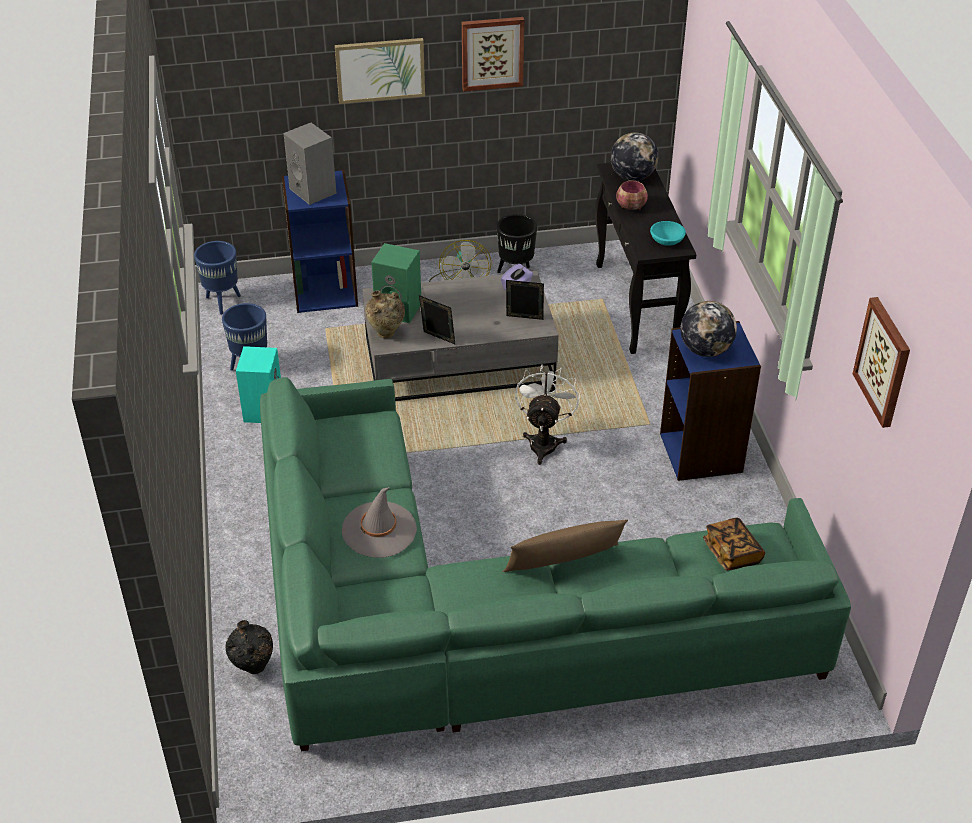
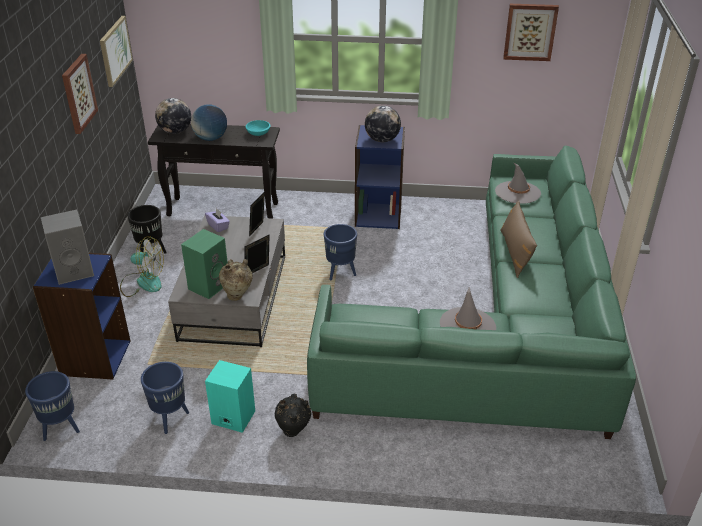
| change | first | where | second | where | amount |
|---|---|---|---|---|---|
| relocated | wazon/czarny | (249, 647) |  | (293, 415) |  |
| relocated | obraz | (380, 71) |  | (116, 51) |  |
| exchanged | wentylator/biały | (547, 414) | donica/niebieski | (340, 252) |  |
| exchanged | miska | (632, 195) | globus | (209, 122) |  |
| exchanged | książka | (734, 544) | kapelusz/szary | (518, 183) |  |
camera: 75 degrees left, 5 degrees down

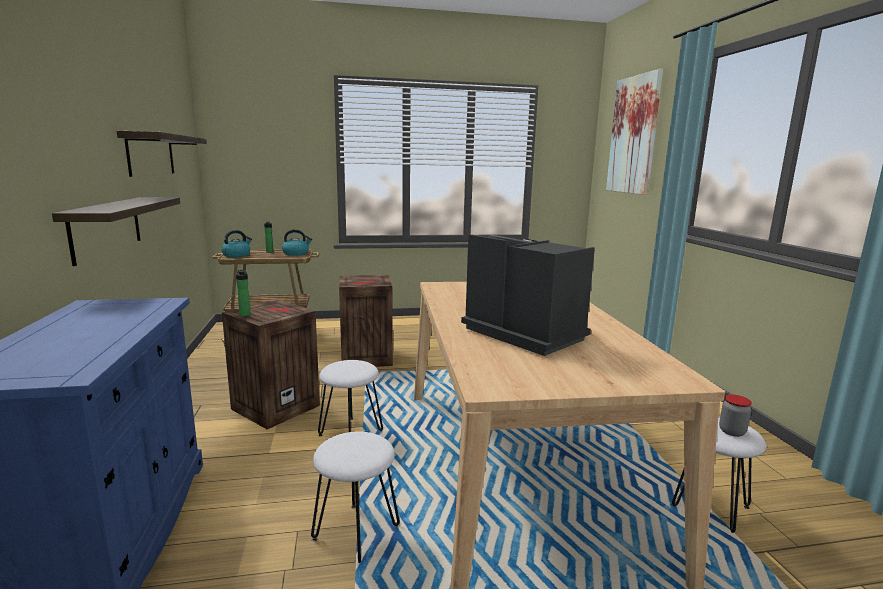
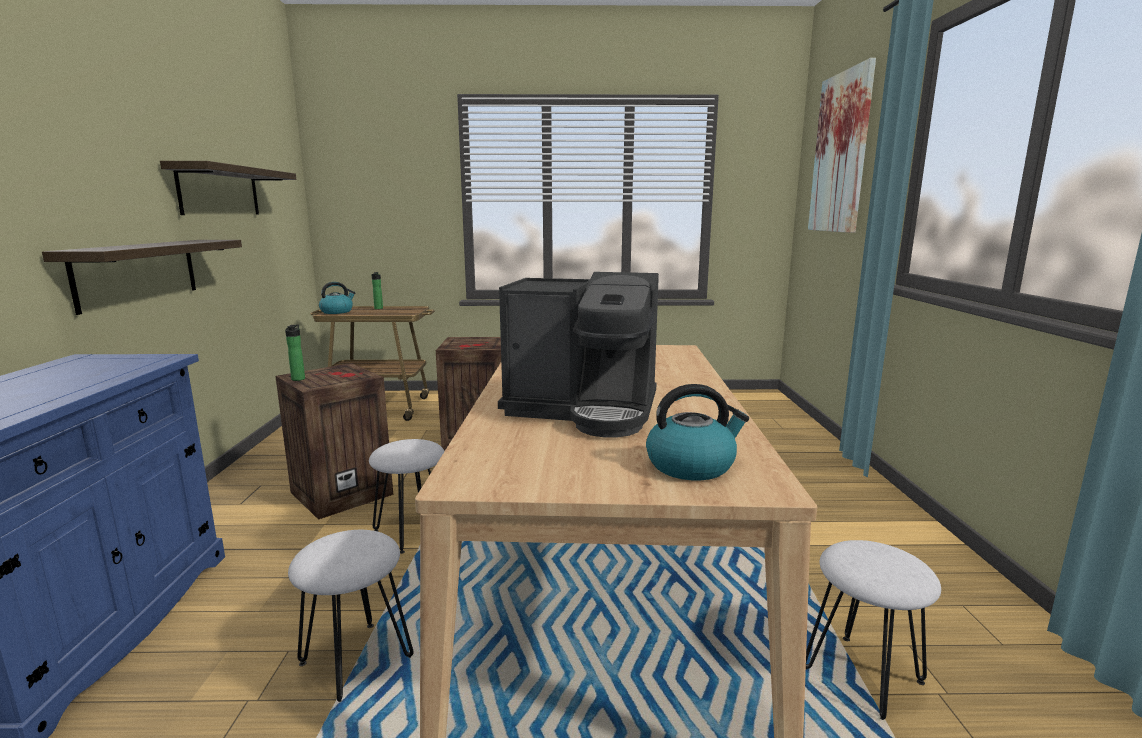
| change | first | where | second | where | amount |
|---|---|---|---|---|---|
| missing | słoik | (735, 415) |  |  |  |
| relocated | czajnik | (297, 242) |  | (697, 432) |  |
| spun | ekspres do kawy | (528, 295) |  | (578, 354) | 135 degrees clockwise |
camera: 10 degrees right, 0 degrees up

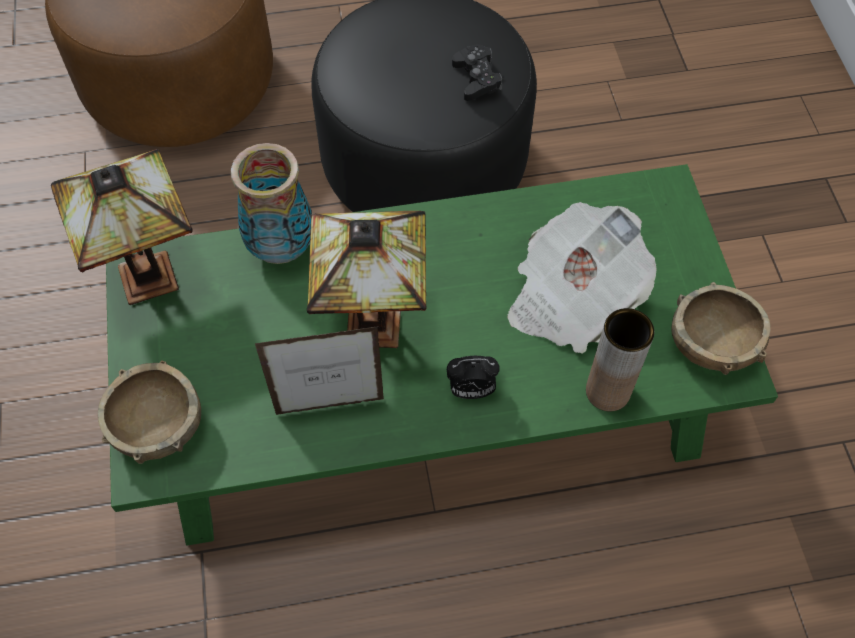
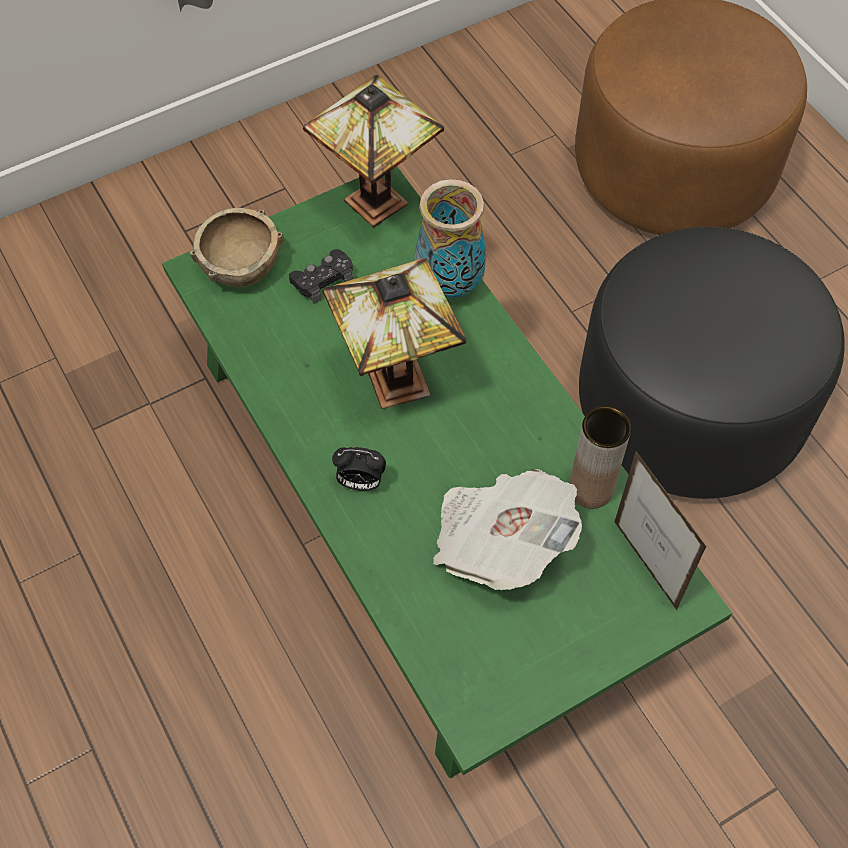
| change | first | where | second | where | amount |
|---|---|---|---|---|---|
| missing | miska/brązowy | (721, 328) |  |  |  |
| relocated | ramka na zdjęcie | (319, 370) |  | (661, 530) |  |
| relocated | pad do gier/czarny | (477, 73) |  | (321, 276) |  |
| relocated | wazon/brązowy | (620, 360) |  | (600, 457) |  |
| spun | budzik | (473, 377) |  | (359, 469) | 60 degrees counterclockwise |
camera: 70 degrees right, 0 degrees up

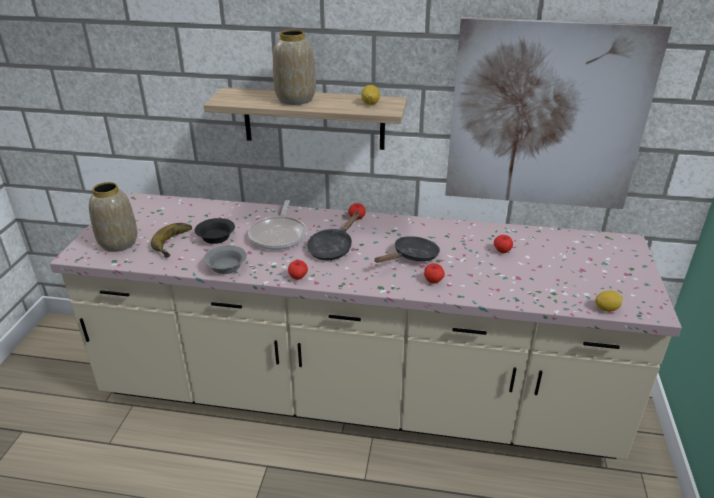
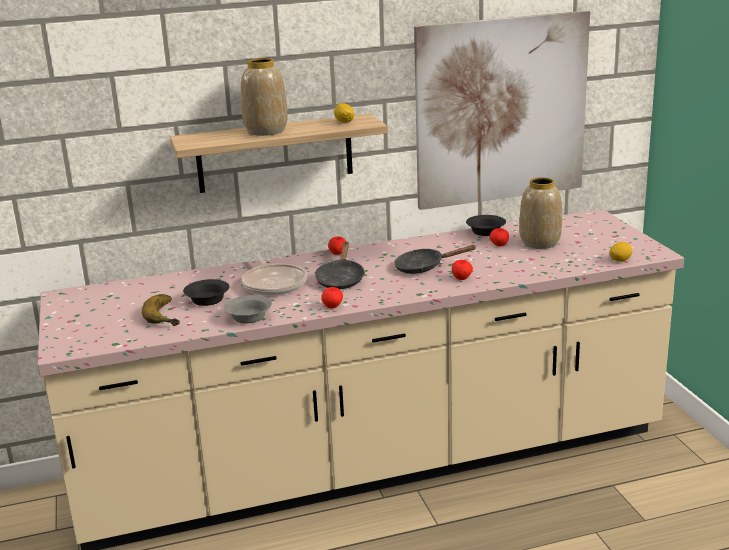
| change | first | where | second | where | amount |
|---|---|---|---|---|---|
| appeared |  |  | miska/czarny | (486, 225) |  |
| relocated | wazon | (113, 217) |  | (540, 213) |  |
| spun | patelnia/czarny | (407, 249) |  | (435, 259) | 120 degrees counterclockwise |
camera: 25 degrees left, 10 degrees down

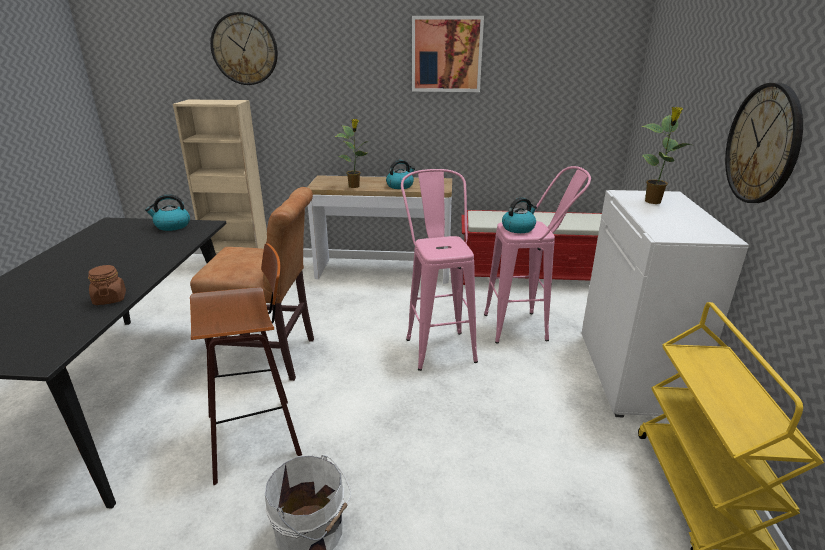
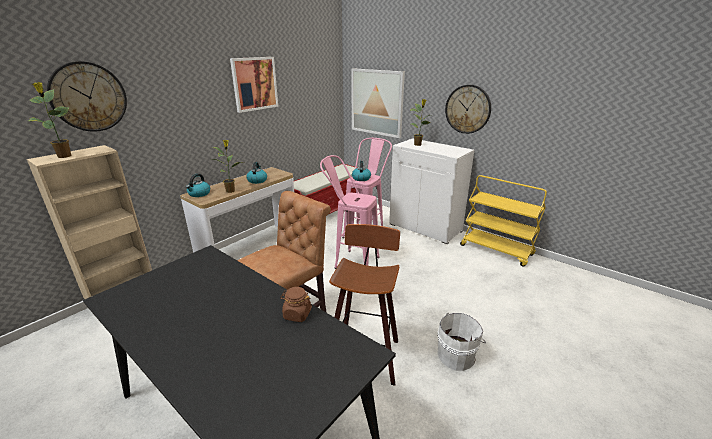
| change | first | where | second | where | amount |
|---|---|---|---|---|---|
| appeared |  |  | roślina doniczkowa | (50, 120) |  |
| appeared |  |  | obraz | (378, 103) |  |
| relocated | czajnik | (167, 212) |  | (198, 185) |  |
camera: 55 degrees left, 0 degrees up

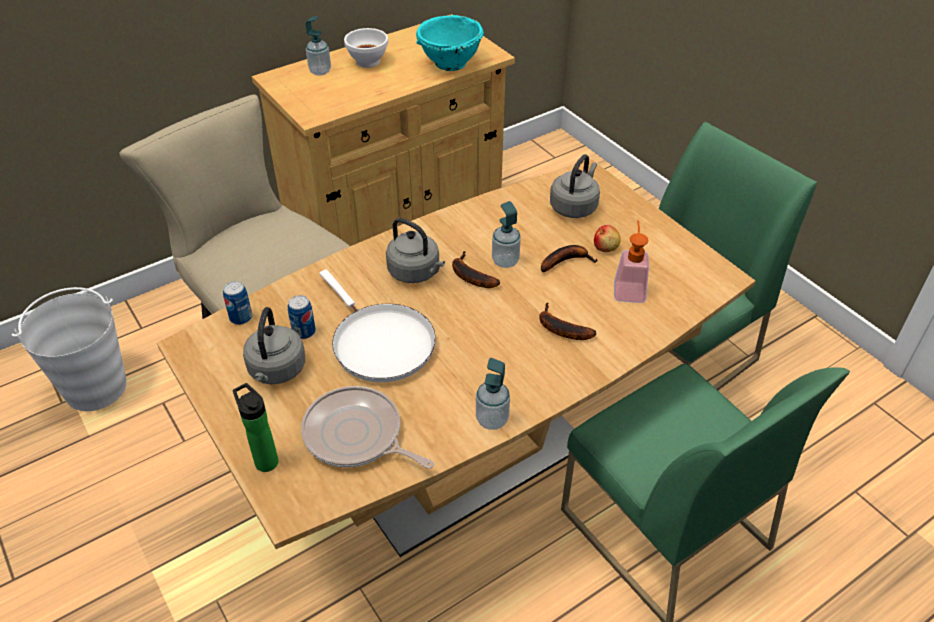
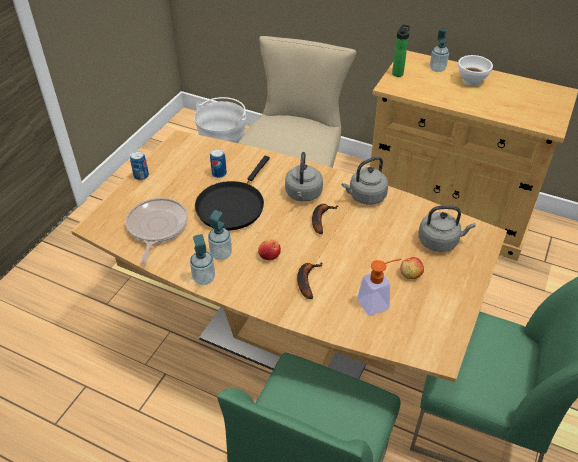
| change | first | where | second | where | amount |
|---|---|---|---|---|---|
| missing | miska/turkusowy | (450, 43) |  |  |  |
| missing | banan | (569, 258) |  |  |  |
| appeared |  |  | jabłko | (269, 249) |  |
| relocated | puszka | (237, 303) |  | (139, 165) |  |
| relocated | butelka | (255, 427) |  | (401, 50) |  |
| relocated | czajnik/szary | (274, 345) |  | (365, 180) |  |
| relocated | dozownik mydła | (506, 234) |  | (220, 235) |  |
| colour | patelnia/biały | (377, 325) | patelnia/czarny | (232, 193) |  |
camera: 60 degrees right, 0 degrees up

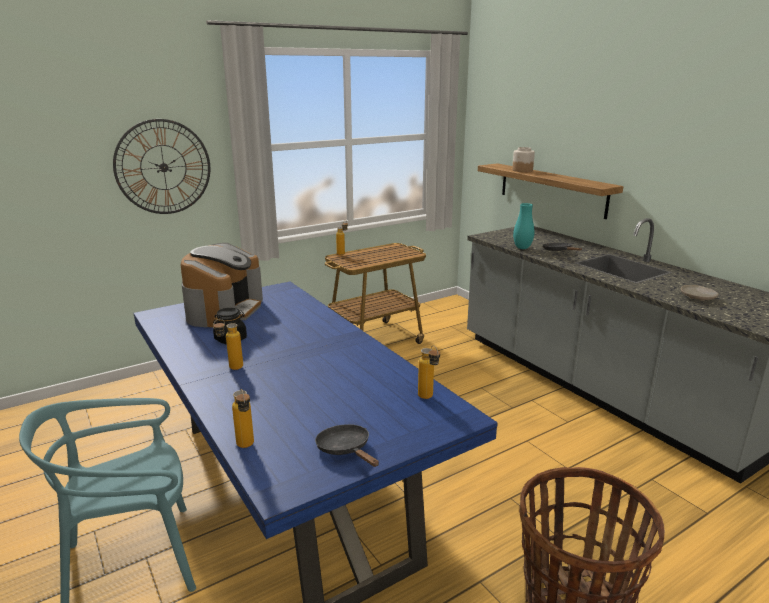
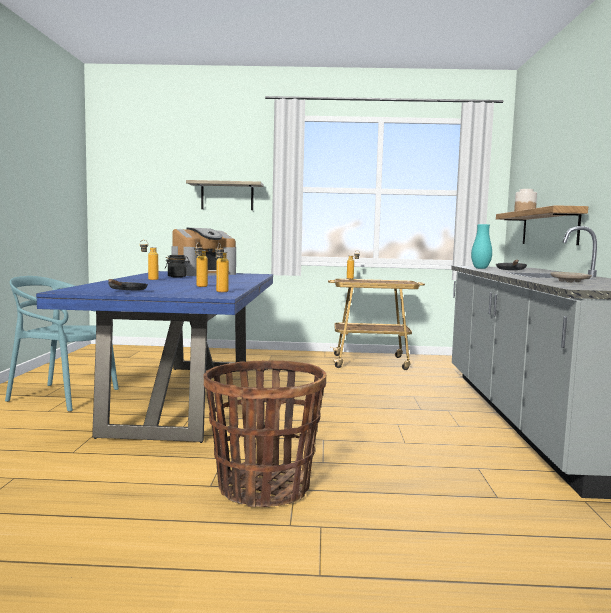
| change | first | where | second | where | amount |
|---|---|---|---|---|---|
| relocated | butelka | (243, 418) |  | (201, 264) |  |
| exchanged | zegar ścienny | (161, 166) | półka | (224, 195) |  |
camera: 35 degrees right, 15 degrees down

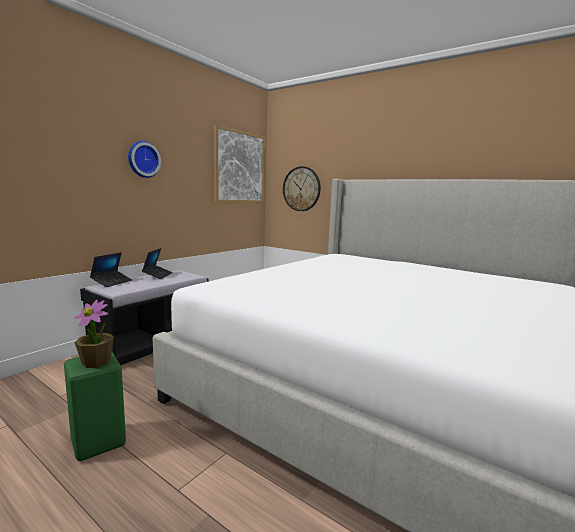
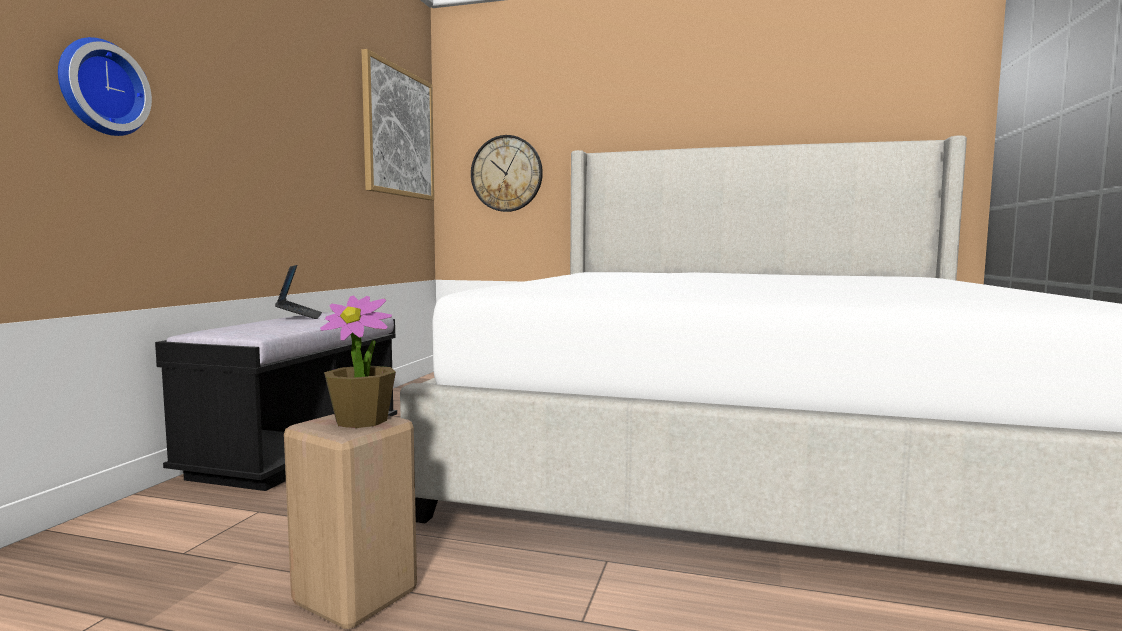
| change | first | where | second | where | amount |
|---|---|---|---|---|---|
| missing | laptop | (111, 269) |  |  |  |
| relocated | zegar ścienny | (144, 159) |  | (105, 86) |  |
| colour | stołek/zielony | (95, 406) | stołek/beżowy | (350, 521) |  |
camera: 20 degrees left, 5 degrees down

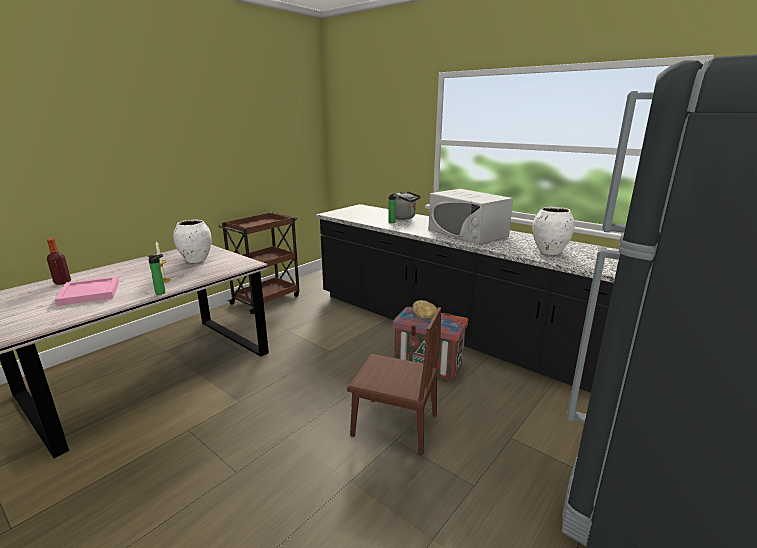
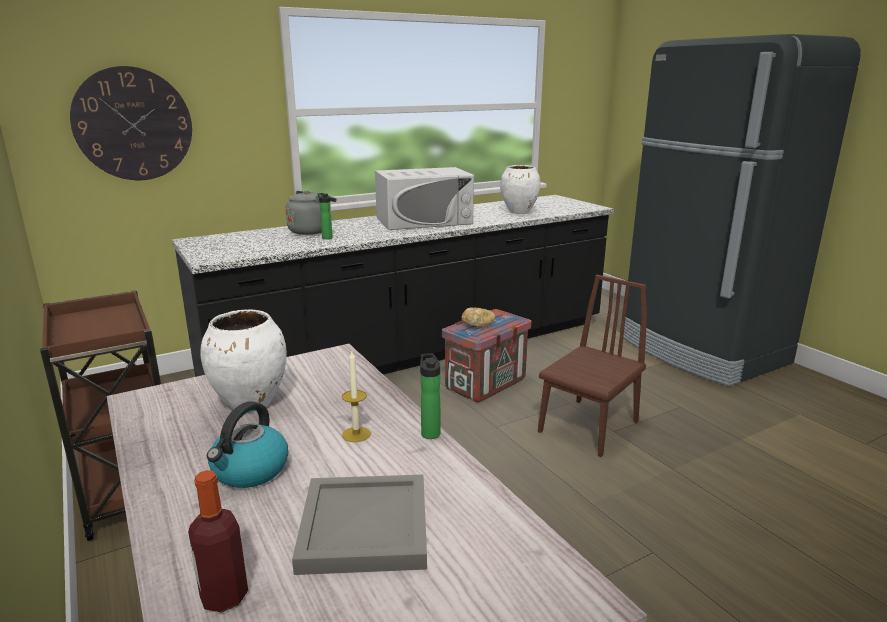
| change | first | where | second | where | amount |
|---|---|---|---|---|---|
| appeared |  |  | zegar ścienny | (131, 123) |  |
| appeared |  |  | czajnik | (247, 444) |  |
| colour | taca/różowy | (86, 291) | taca/szary | (359, 525) |  |
camera: 70 degrees left, 0 degrees up

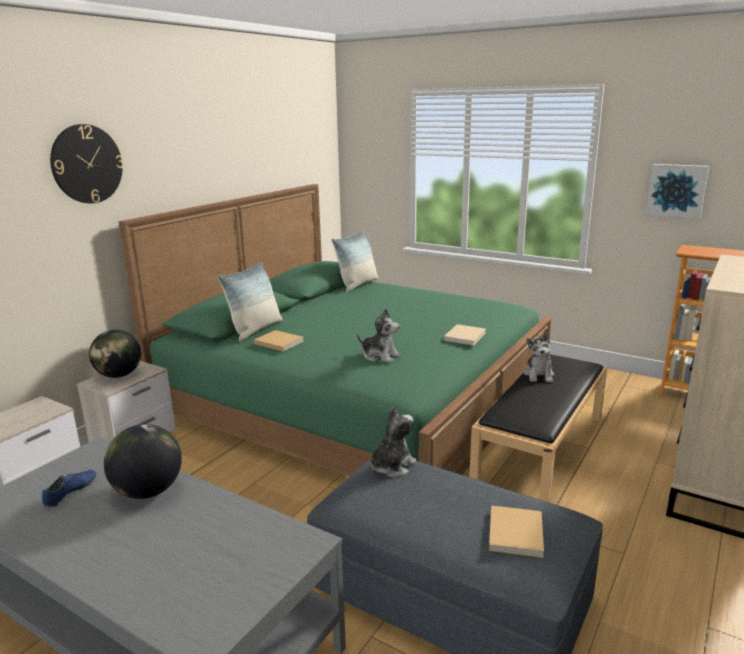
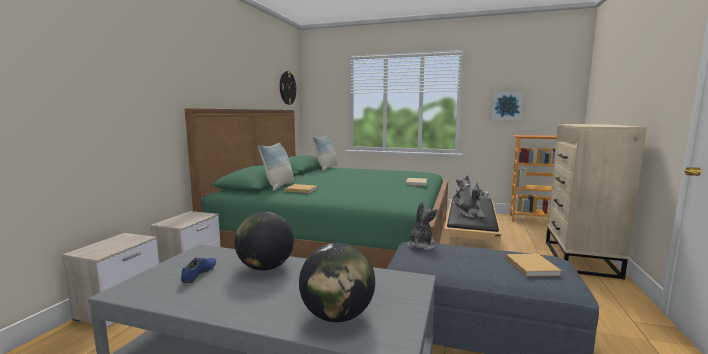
| change | first | where | second | where | amount |
|---|---|---|---|---|---|
| relocated | zegar ścienny | (87, 164) |  | (288, 88) |  |
| relocated | globus | (115, 354) |  | (337, 282) |  |
| relocated | pluszak | (379, 336) |  | (472, 200) |  |
camera: 15 degrees left, 10 degrees down

